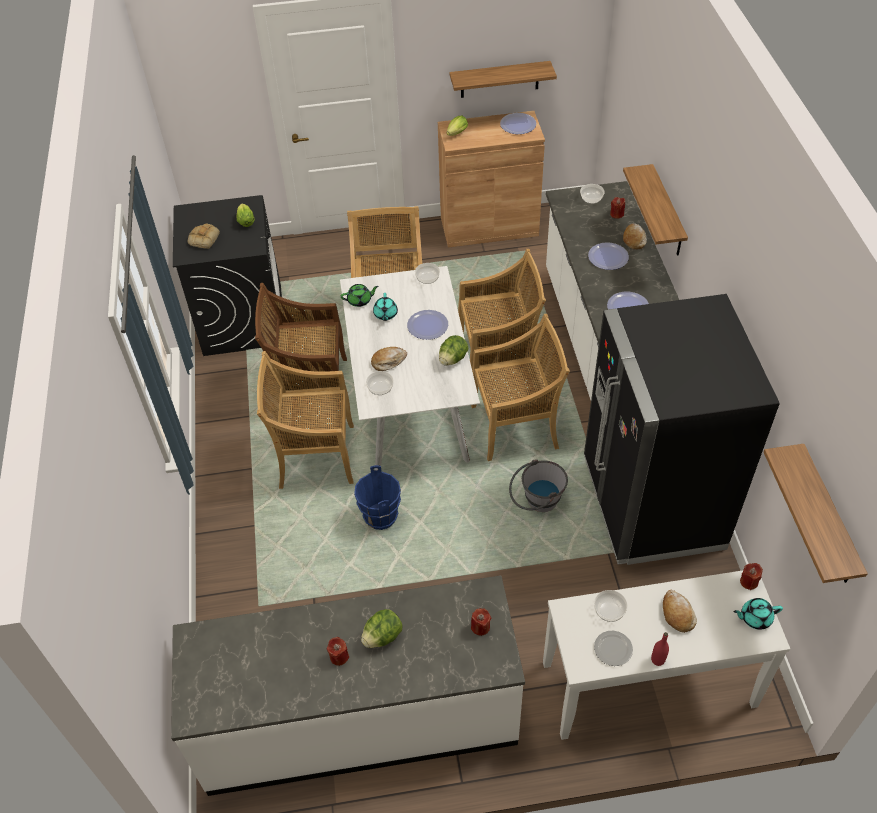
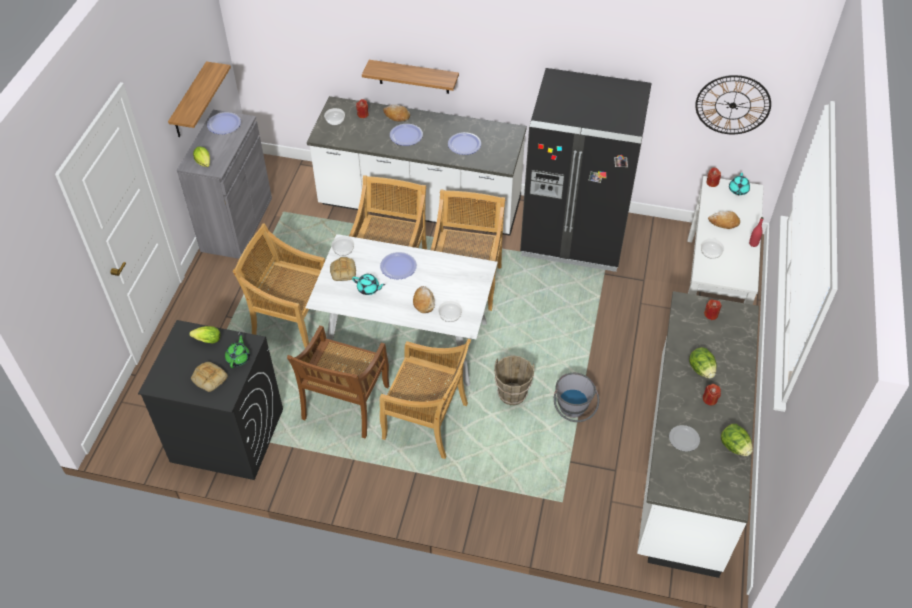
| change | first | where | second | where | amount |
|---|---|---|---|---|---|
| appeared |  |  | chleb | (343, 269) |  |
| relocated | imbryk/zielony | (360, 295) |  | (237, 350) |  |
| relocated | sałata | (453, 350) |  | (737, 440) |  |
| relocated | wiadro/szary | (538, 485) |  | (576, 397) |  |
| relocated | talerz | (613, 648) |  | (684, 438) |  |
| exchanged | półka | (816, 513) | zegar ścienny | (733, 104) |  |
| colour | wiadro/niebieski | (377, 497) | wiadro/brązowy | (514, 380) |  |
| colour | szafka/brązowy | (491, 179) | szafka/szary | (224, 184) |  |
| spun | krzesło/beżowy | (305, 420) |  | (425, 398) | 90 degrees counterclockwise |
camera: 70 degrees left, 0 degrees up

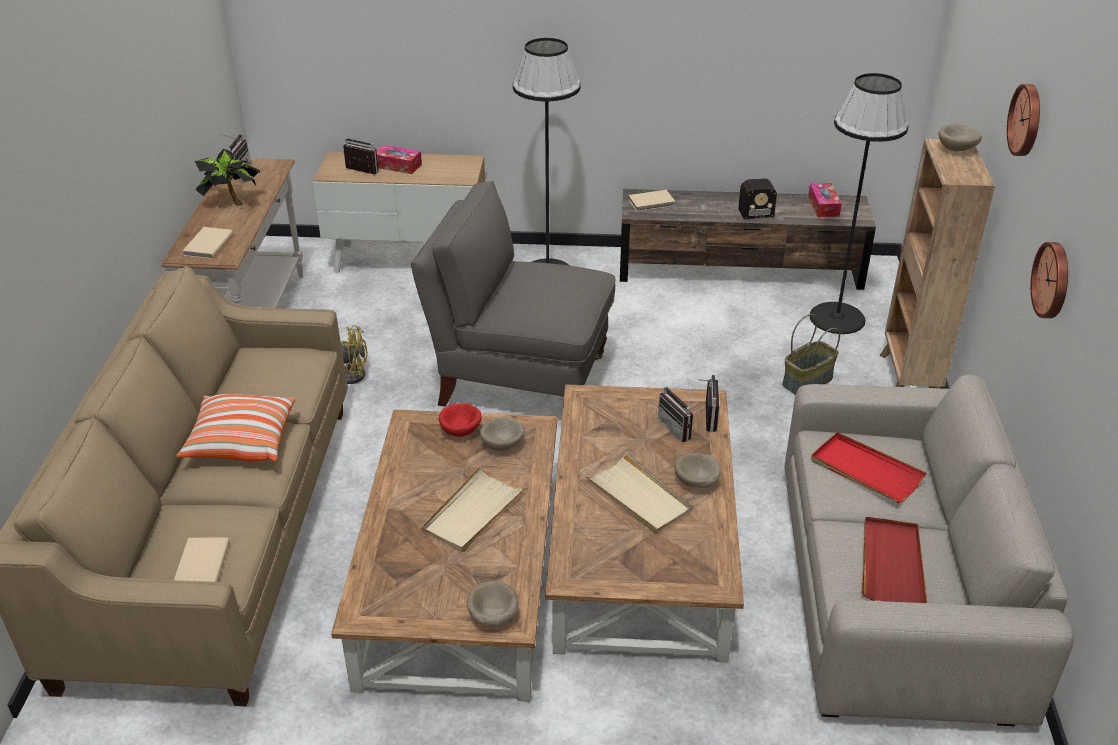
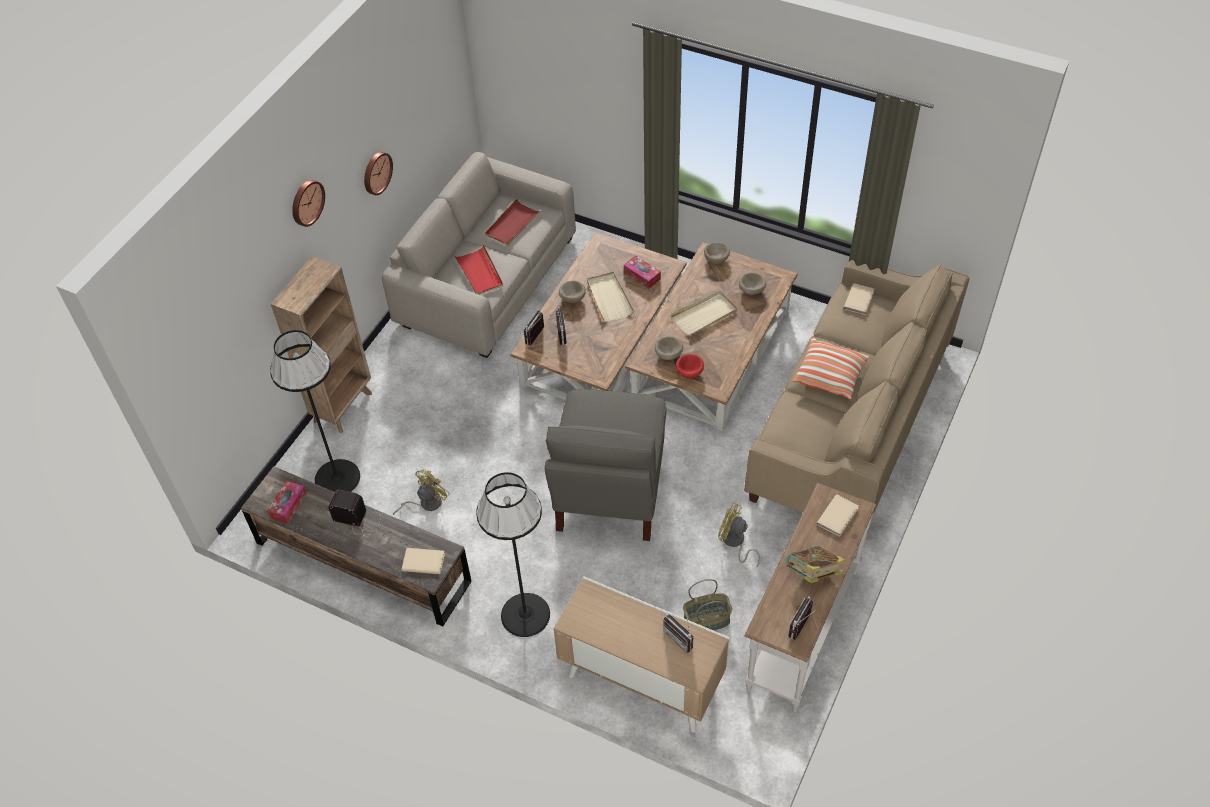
| change | first | where | second | where | amount |
|---|---|---|---|---|---|
| appeared |  |  | wentylator/żółty | (421, 492) |  |
| relocated | pudełko chusteczek | (399, 159) |  | (642, 272) |  |
| relocated | koszyk | (811, 354) |  | (707, 604) |  |
| relocated | miska/beżowy | (960, 137) |  | (752, 283) |  |
| exchanged | roślina doniczkowa | (227, 177) | książka | (815, 564) |  |
| spun | fotel/szary | (513, 294) |  | (605, 465) | 60 degrees clockwise |
camera: 155 degrees left, 15 degrees up

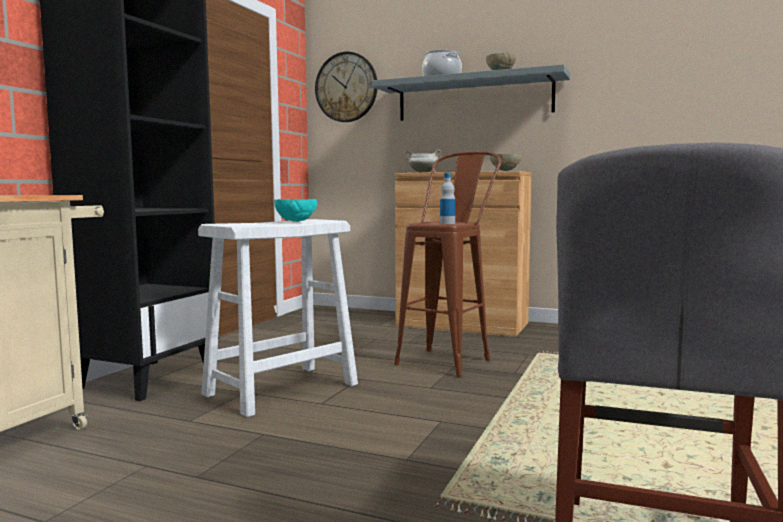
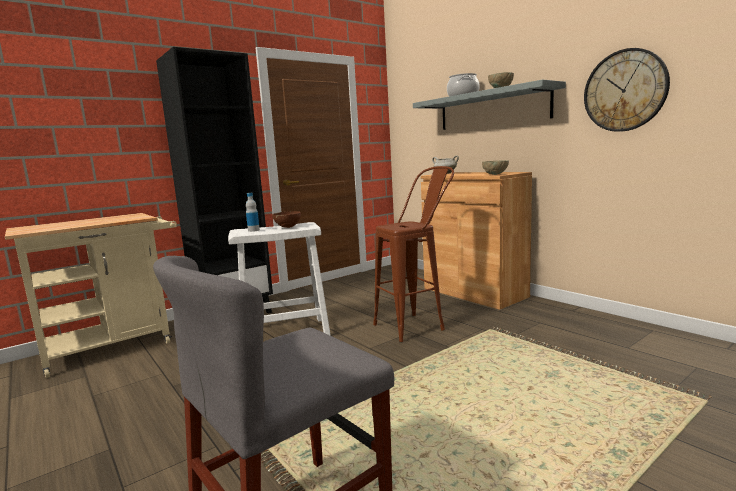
| change | first | where | second | where | amount |
|---|---|---|---|---|---|
| relocated | zegar ścienny | (346, 87) |  | (627, 90) |  |
| relocated | butelka | (447, 198) |  | (253, 212) |  |
| colour | miska/turkusowy | (295, 210) | miska/brązowy | (286, 219) |  |
camera: 30 degrees right, 5 degrees up

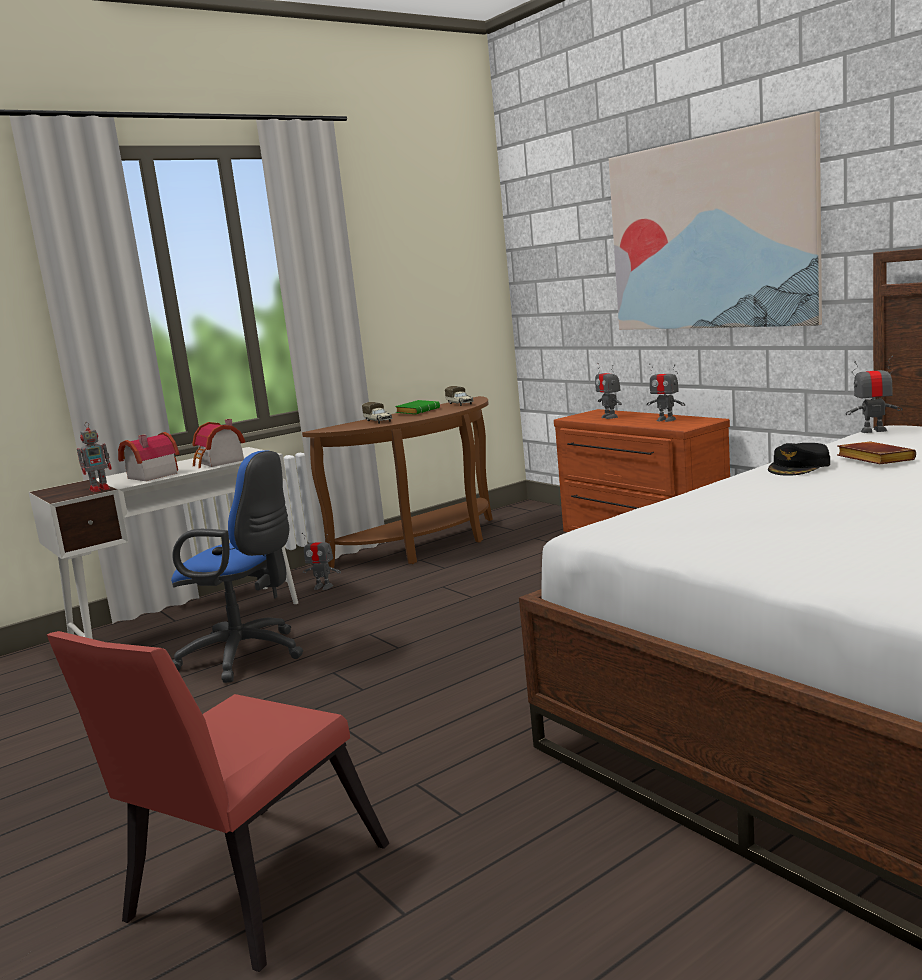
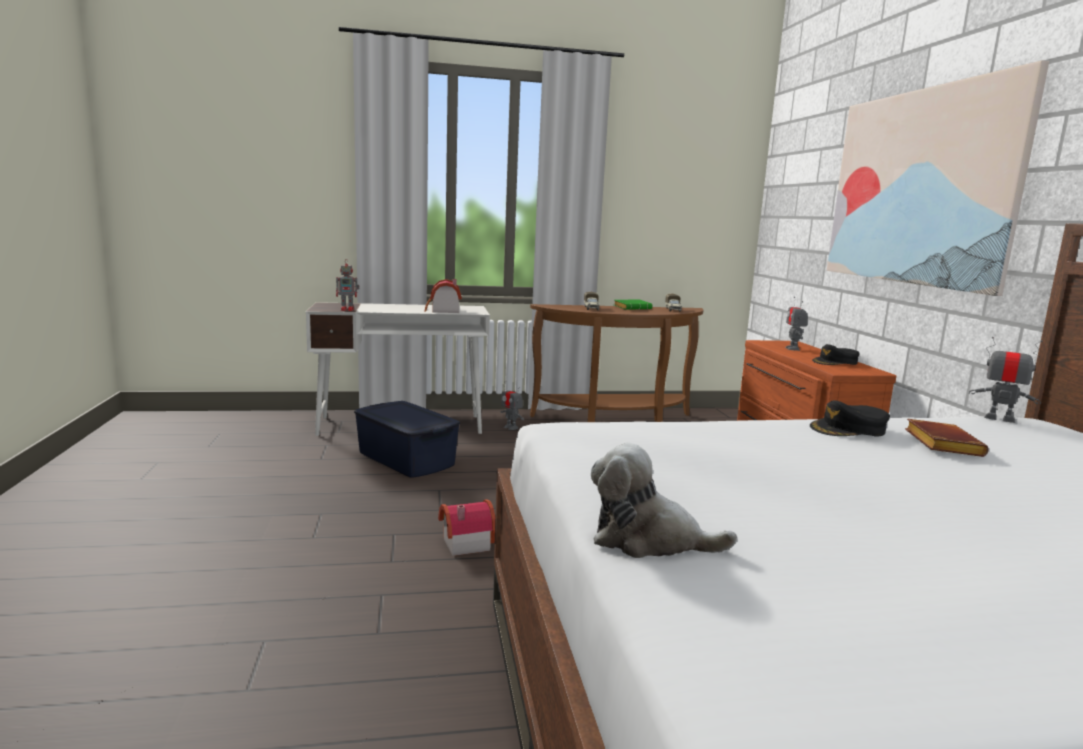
| change | first | where | second | where | amount |
|---|---|---|---|---|---|
| missing | krzesło/czerwony | (218, 801) |  |  |  |
| appeared |  |  | pluszak | (664, 500) |  |
| relocated | domek | (149, 456) |  | (466, 527) |  |
| exchanged | krzesło biurowe/niebieski | (237, 566) | pojemnik do przechowywania/niebieski | (407, 439) |  |
| exchanged | robot zabawkowy | (666, 392) | czapka z daszkiem/czarny | (836, 354) |  |
camera: 25 degrees right, 0 degrees up

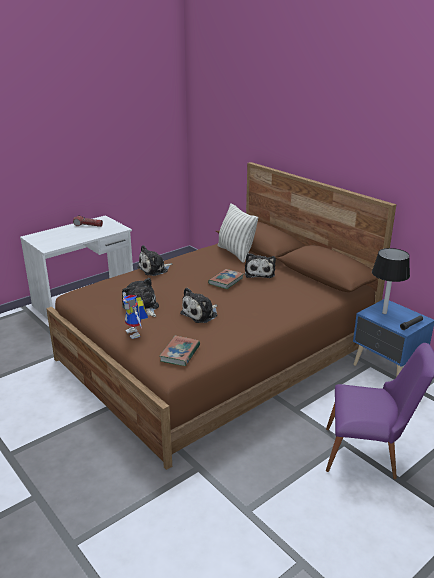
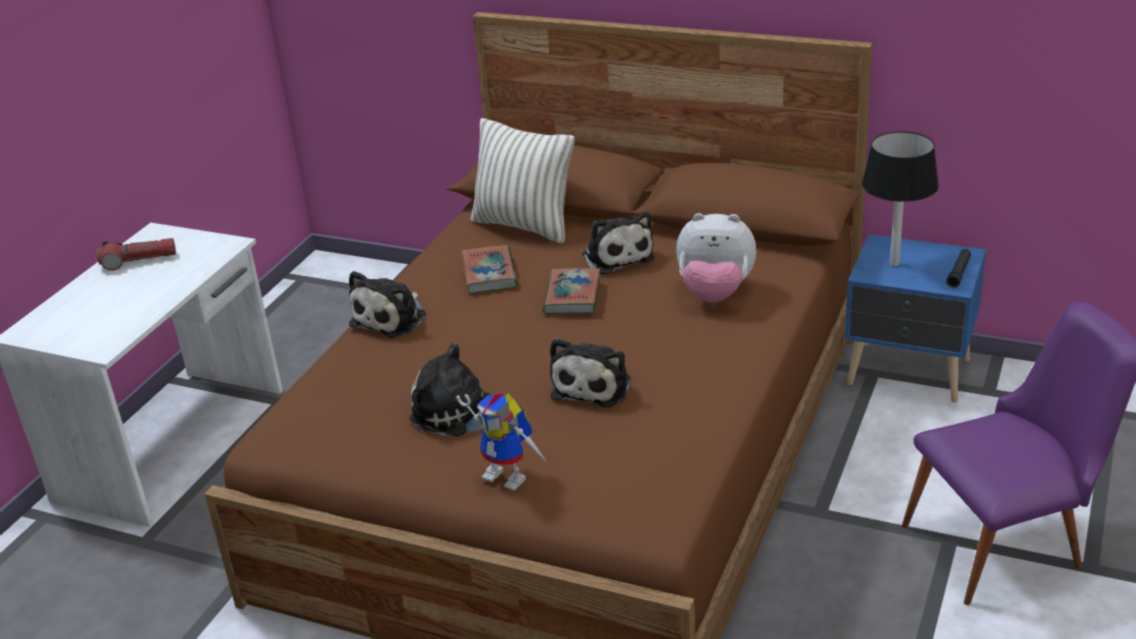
| change | first | where | second | where | amount |
|---|---|---|---|---|---|
| appeared |  |  | pluszak | (716, 258) |  |
| relocated | książka | (179, 351) |  | (489, 269) |  |
camera: 25 degrees left, 5 degrees up

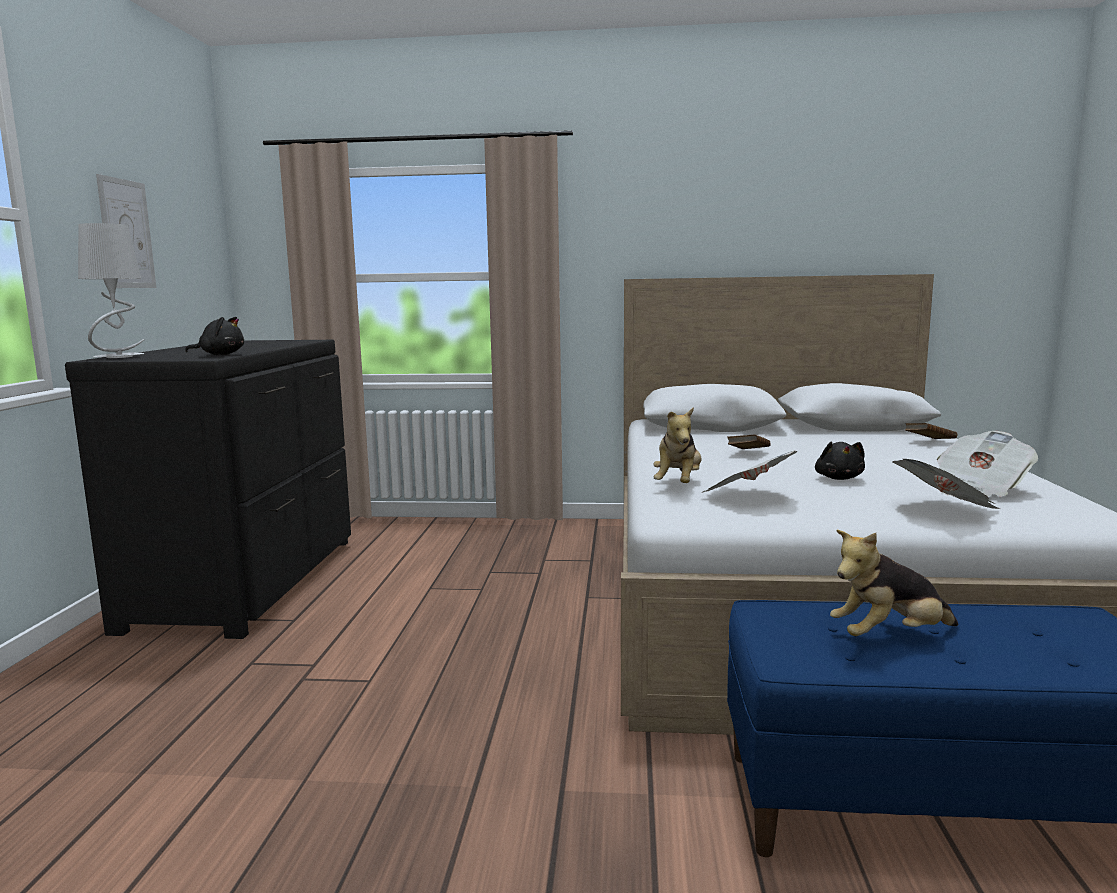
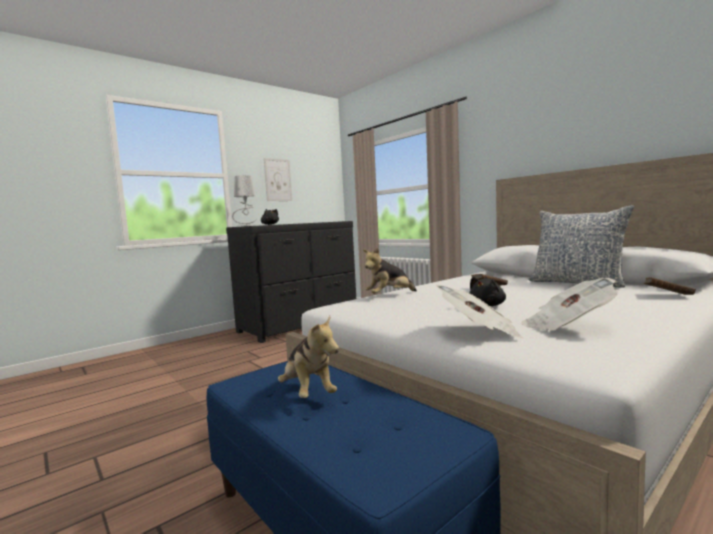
| change | first | where | second | where | amount |
|---|---|---|---|---|---|
| missing | gazeta | (750, 471) |  |  |  |
| appeared |  |  | poduszka | (581, 246) |  |
| spun | pluszak | (894, 583) |  | (308, 357) | 150 degrees counterclockwise |
camera: 45 degrees right, 5 degrees down

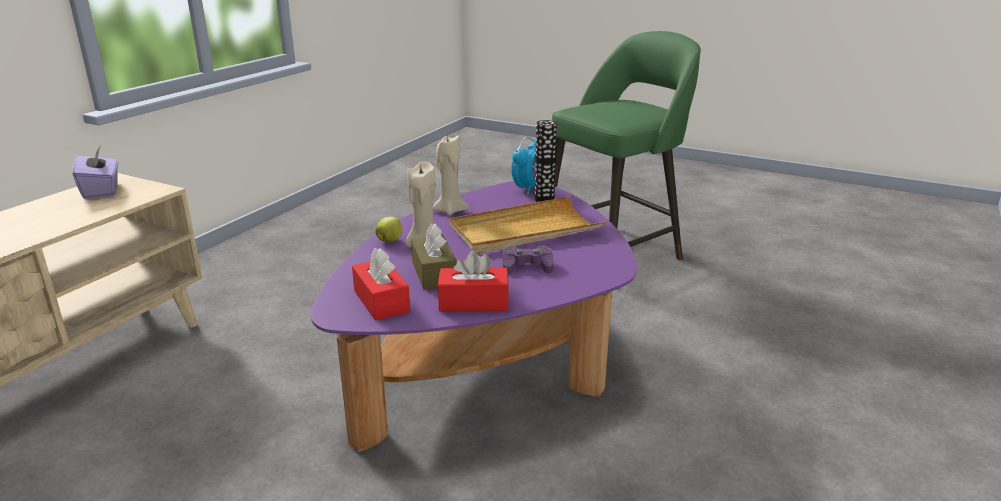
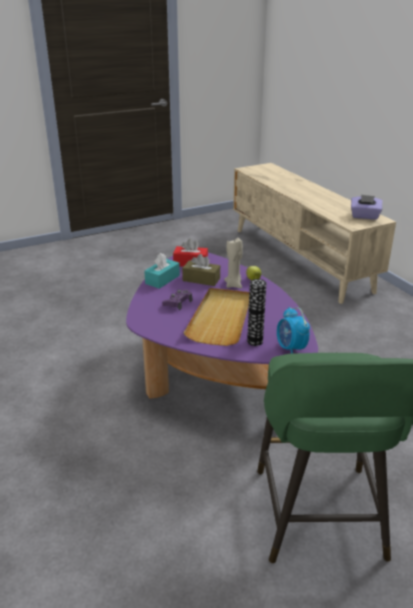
| change | first | where | second | where | amount |
|---|---|---|---|---|---|
| missing | świeca/beżowy | (451, 176) |  |  |  |
| colour | pudełko chusteczek/czerwony | (473, 281) | pudełko chusteczek/turkusowy | (162, 271) |  |
camera: 125 degrees right, 5 degrees up

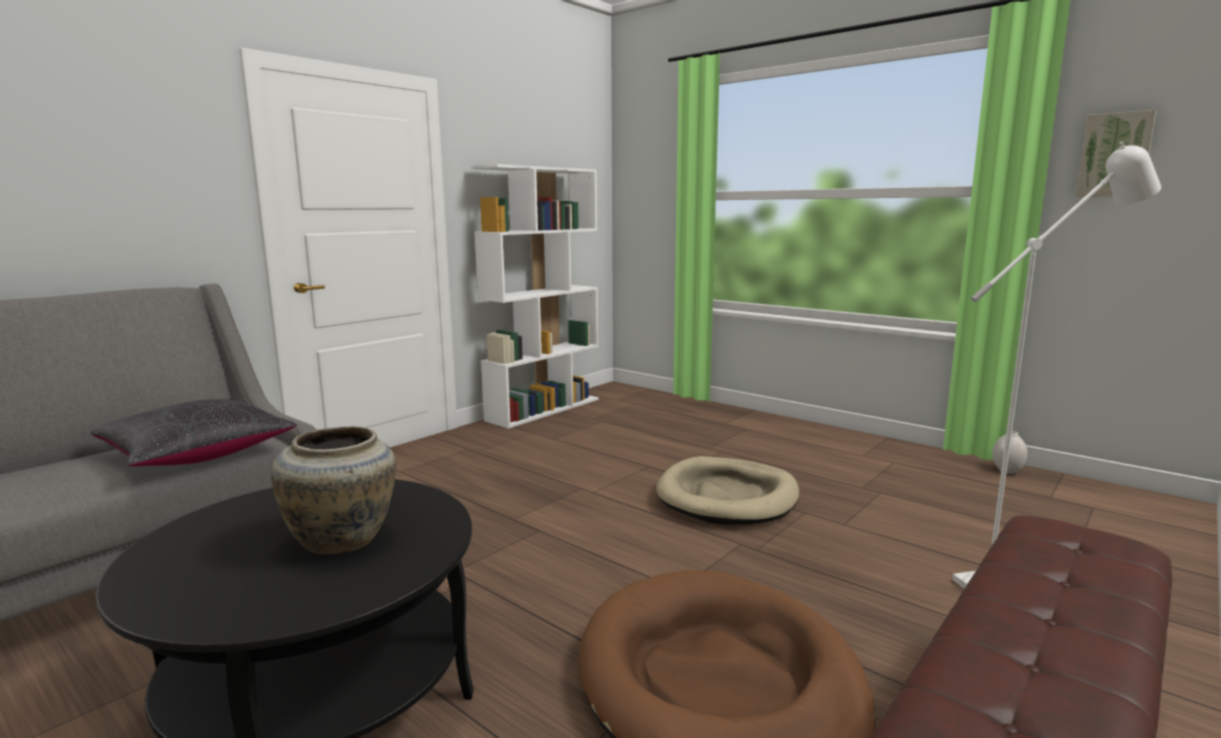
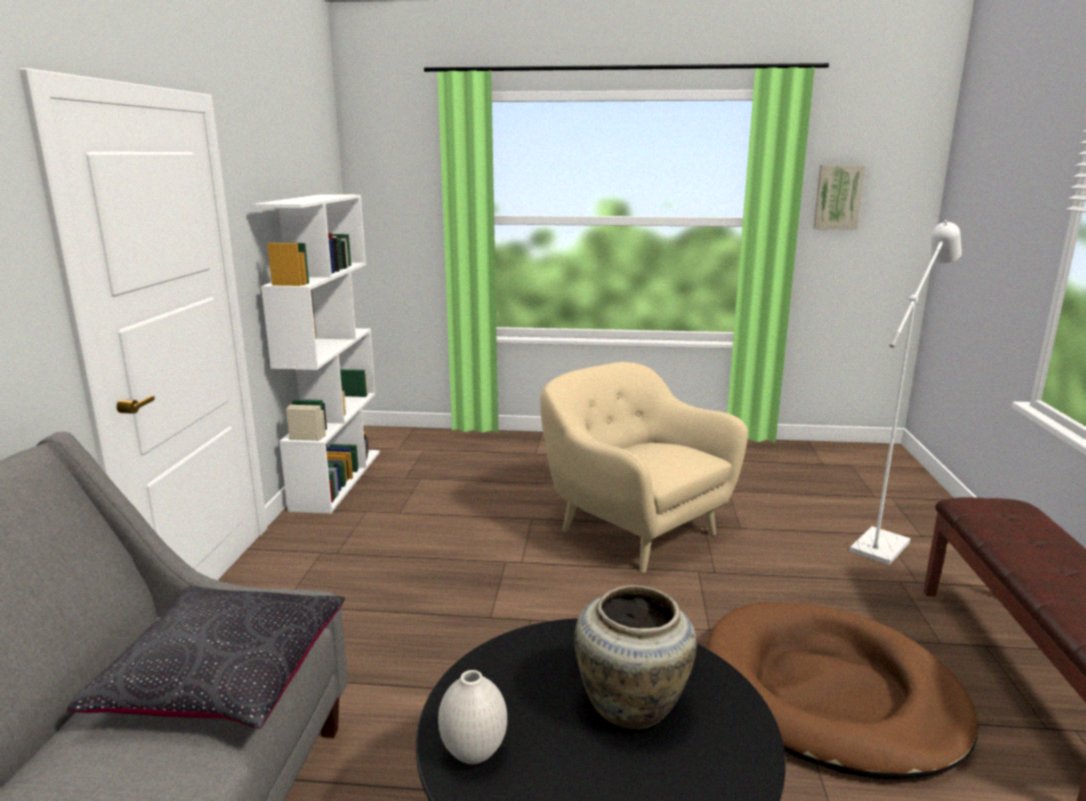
| change | first | where | second | where | amount |
|---|---|---|---|---|---|
| relocated | wazon/biały | (1010, 452) |  | (472, 717) |  |
| exchanged | legowisko/beżowy | (727, 490) | fotel/beżowy | (644, 467) |  |
camera: 35 degrees left, 5 degrees up

